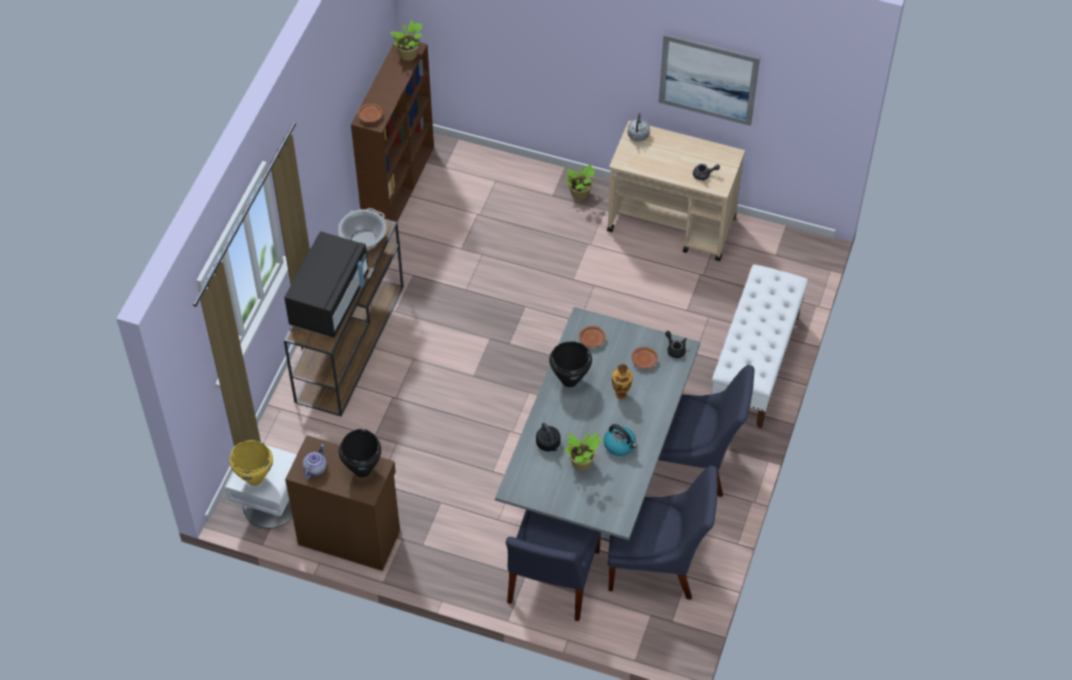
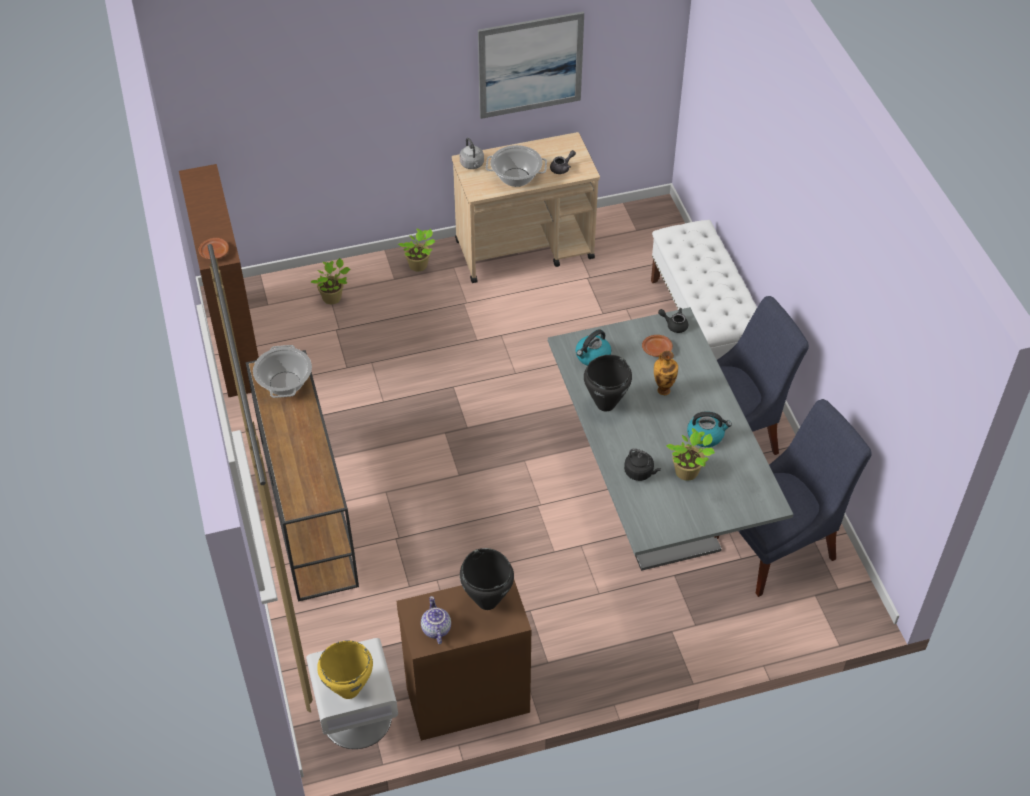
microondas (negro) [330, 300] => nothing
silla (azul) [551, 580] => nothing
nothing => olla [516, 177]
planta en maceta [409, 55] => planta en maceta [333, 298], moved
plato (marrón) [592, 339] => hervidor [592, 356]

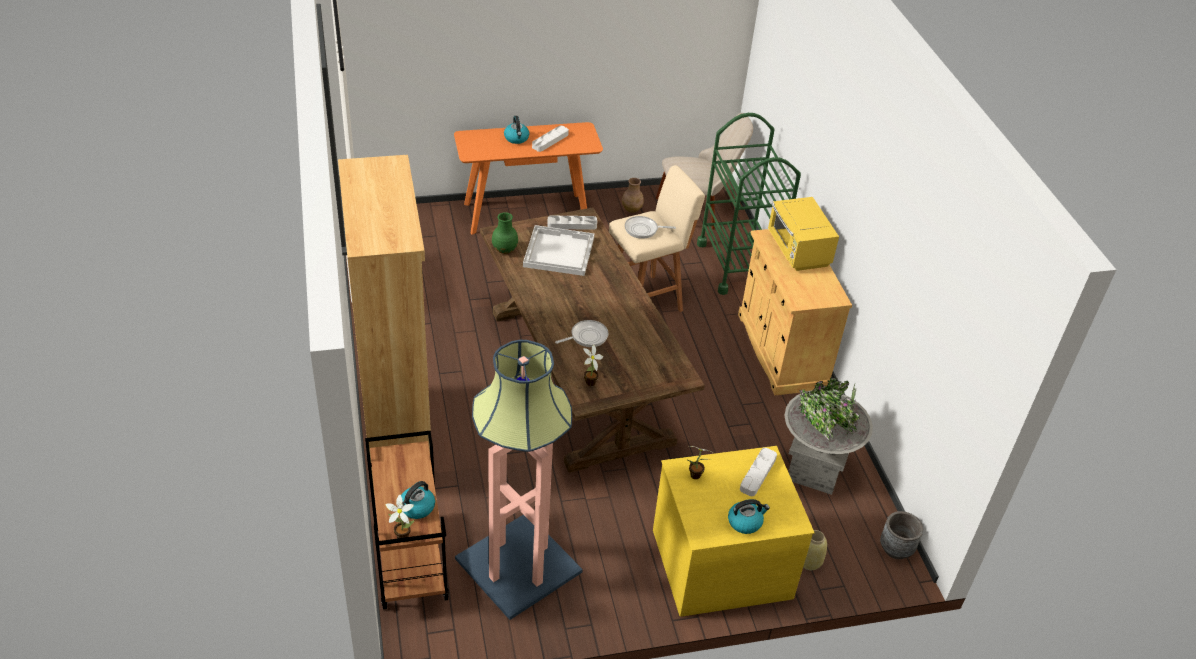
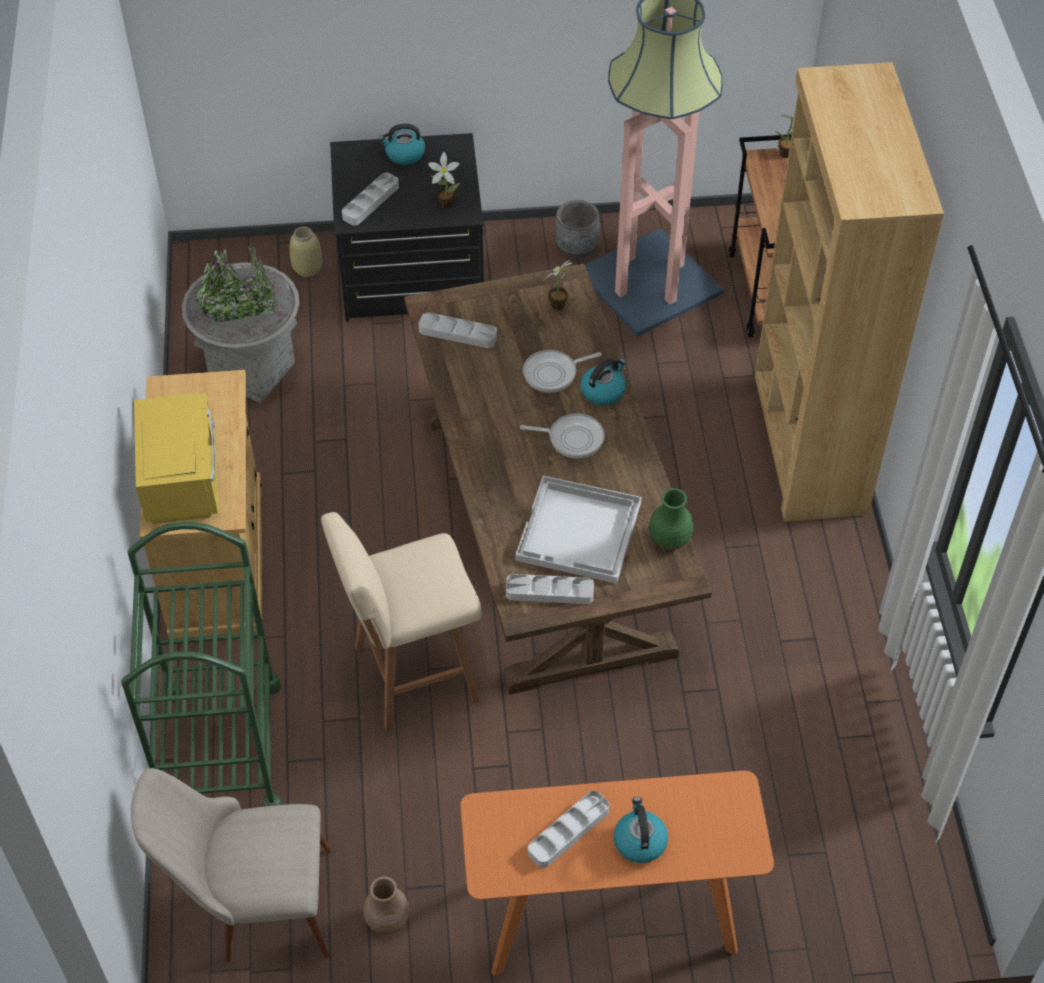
nothing => bandeja (gris) [458, 333]
hervidor [416, 508] => hervidor [603, 391], moved
sartén [643, 230] => sartén [572, 438], moved
maceta (gris) [896, 549] => maceta (gris) [576, 247], moved
cómoda (amarillo) [721, 561] => cómoda (negro) [411, 274]

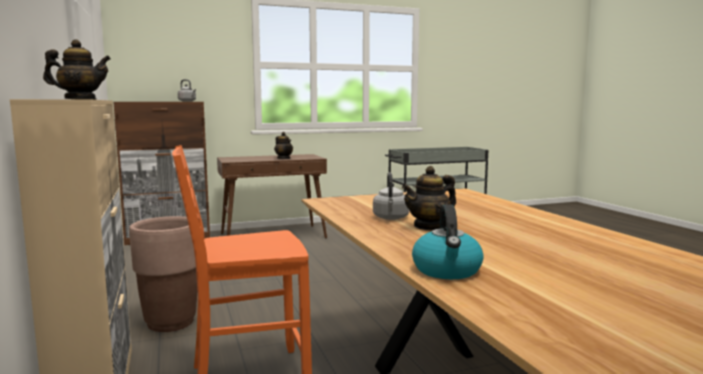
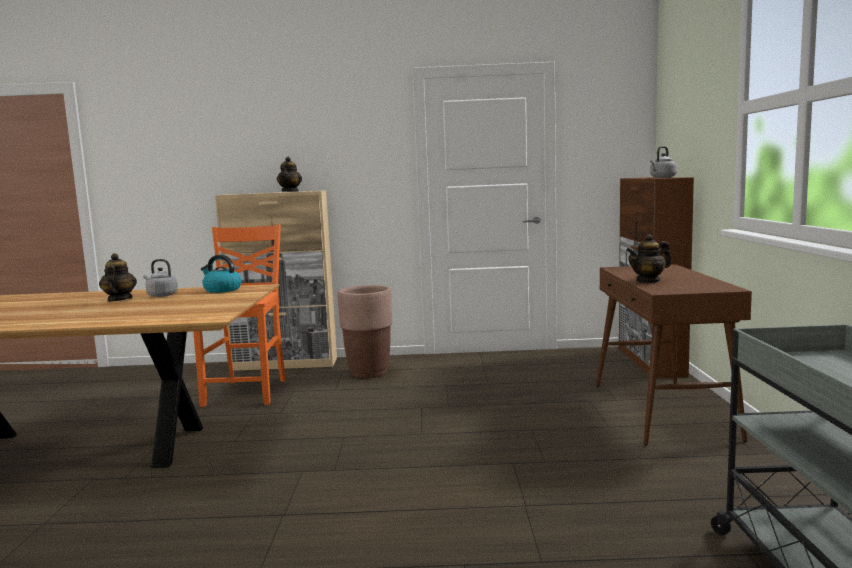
hervidor [447, 271] => hervidor [222, 290], moved

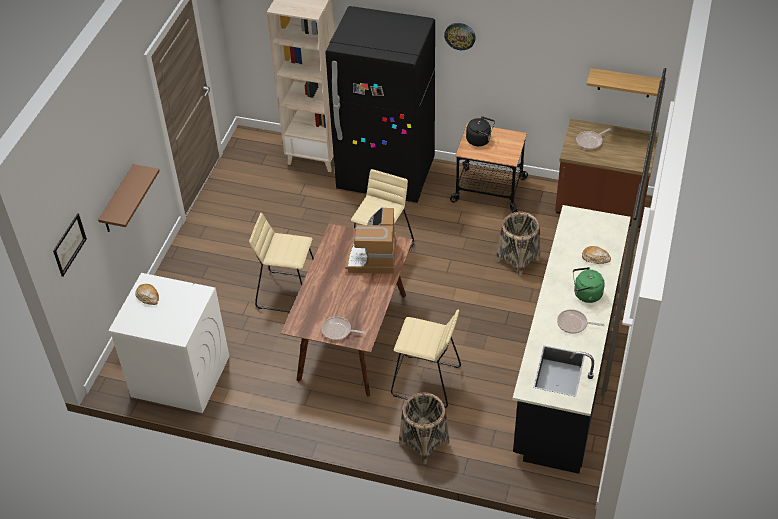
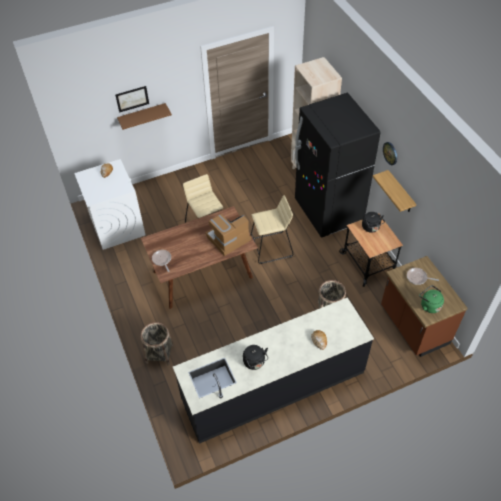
taburete (beis) [426, 382] => nothing
cuadro [69, 244] => cuadro [132, 99], moved
hervidor (verde) [586, 294] => hervidor (verde) [429, 305], moved
estante [624, 83] => estante [400, 193], moved
sartén [574, 324] => hervidor (negro) [255, 362]

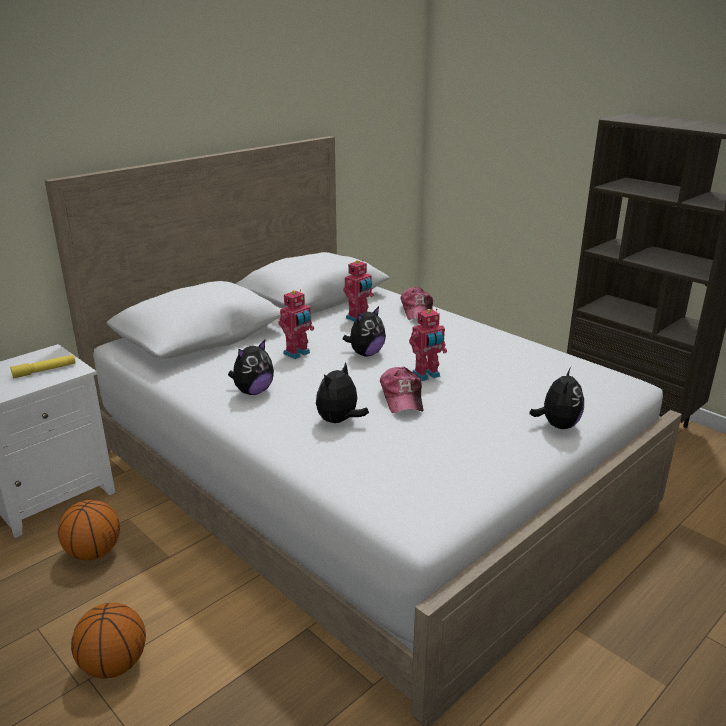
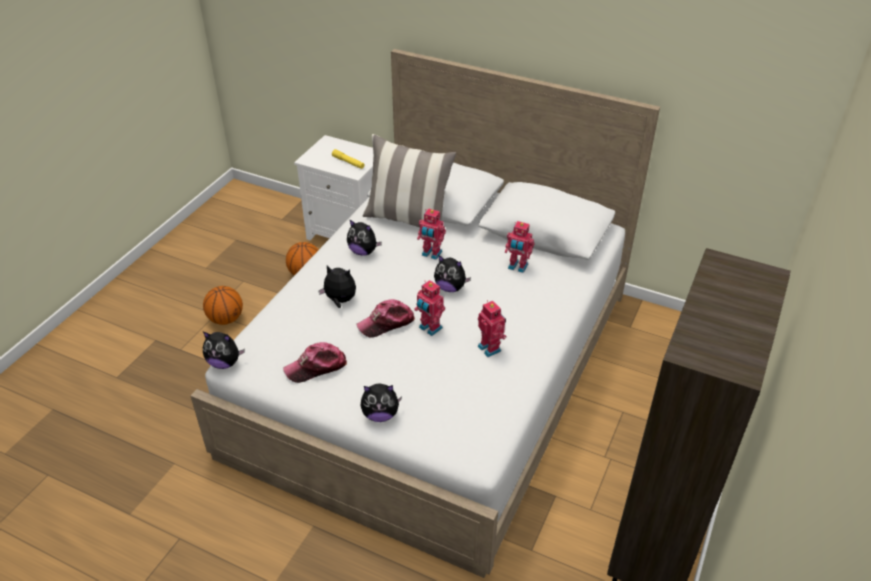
nothing => peluche [224, 363]
nothing => cojín [408, 219]
nothing => robot de juguete [490, 348]
gorra [418, 311] => gorra [316, 367], moved

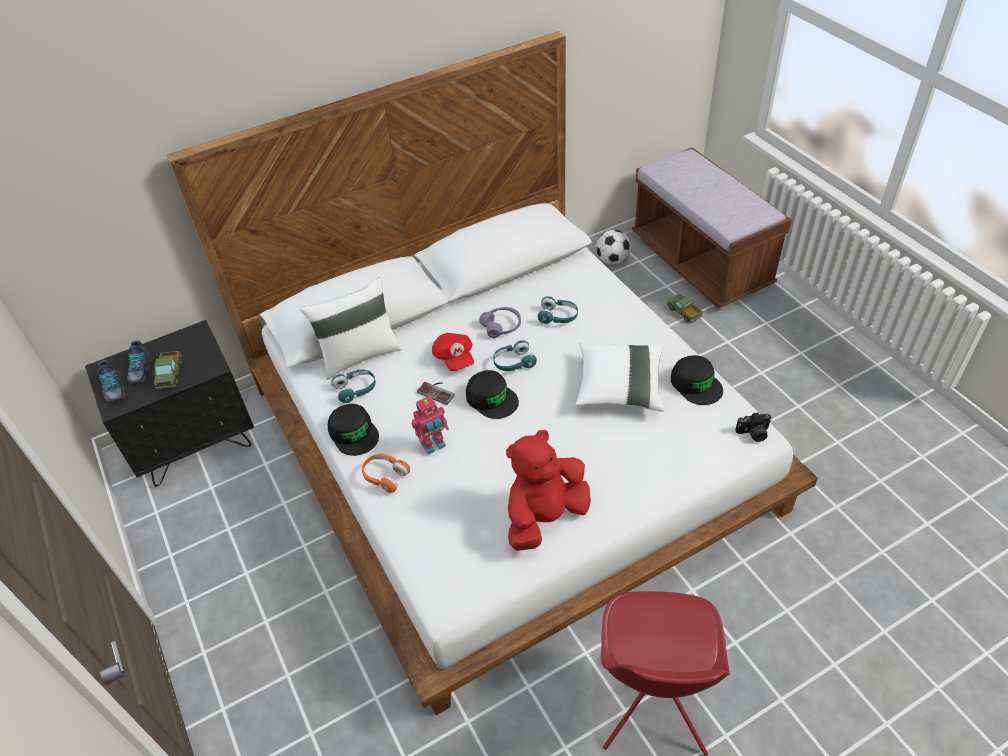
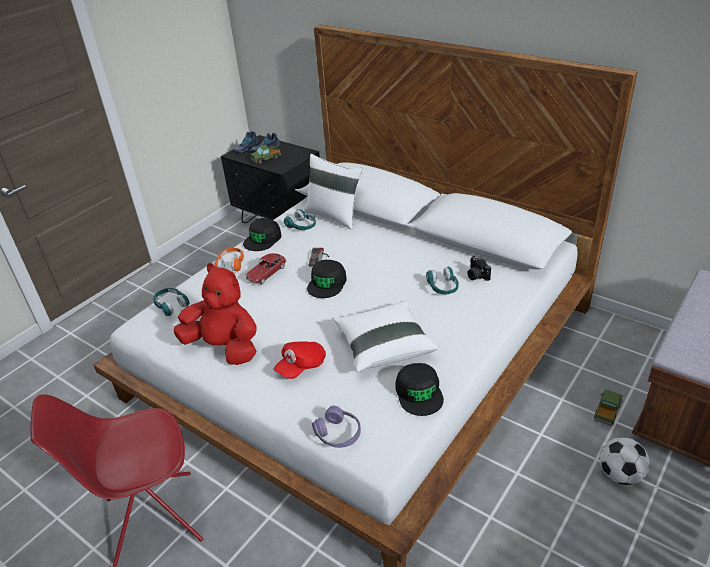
gorra (rojo) [454, 358] => gorra (rojo) [301, 366], moved
auriculares (morado) [501, 326] => auriculares (morado) [338, 434], moved
auriculares (turquesa) [513, 363] => auriculares (turquesa) [171, 305], moved
balón de fútbol [612, 260] => balón de fútbol [620, 475], moved
cámara [753, 433] => cámara [476, 276], moved
robot de juguete [434, 445] => coche de juguete [266, 273]
gorra (negro) [696, 384] => gorra (negro) [419, 393], 45 degrees counterclockwise

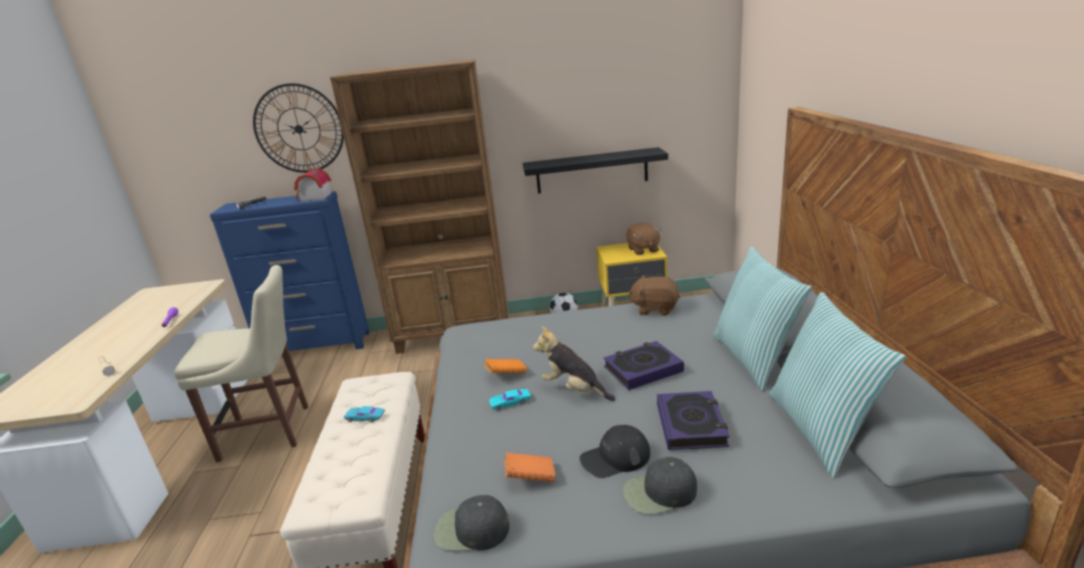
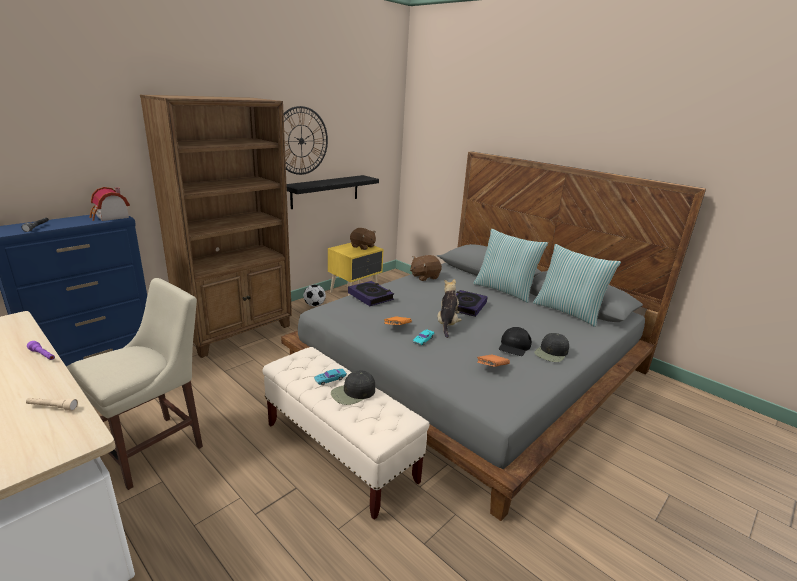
reloj de pared [299, 129] => reloj de pared [301, 141], moved
gorra (negro) [471, 530] => gorra (negro) [353, 393], moved
libro [691, 425] => libro [370, 296], moved
peluche [574, 389] => peluche [447, 324], 105 degrees clockwise

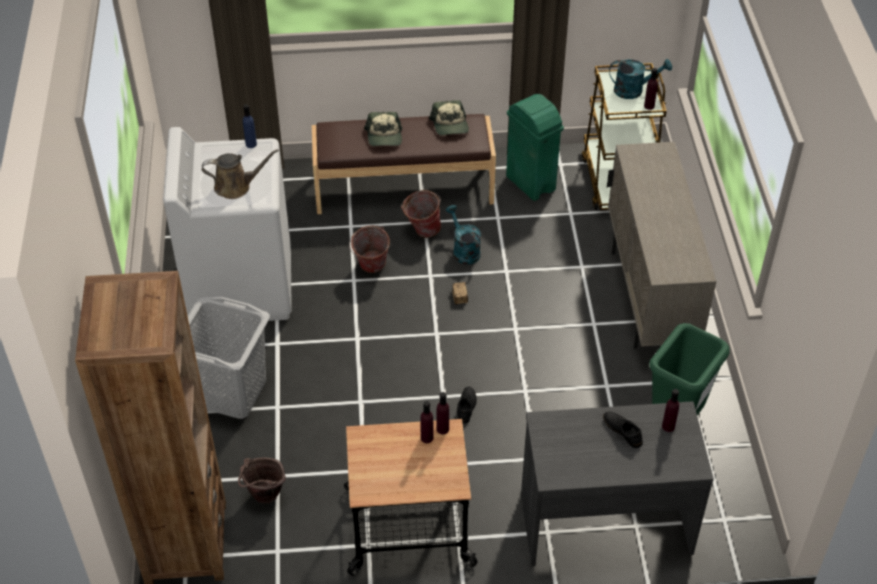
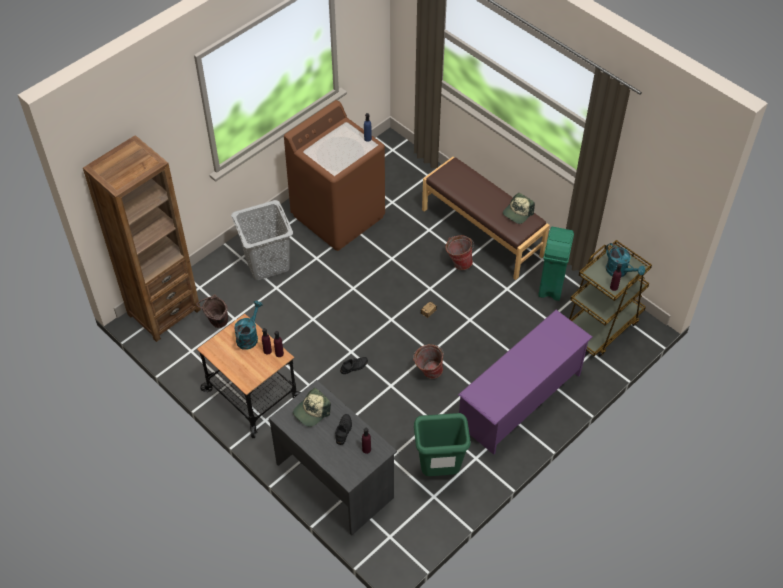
regadera (marrón) [236, 186] => nothing
cubo [370, 268] => cubo [428, 373], moved
gorra [384, 136] => gorra [312, 411], moved
regadera (turquesa) [463, 250] => regadera (turquesa) [249, 336], moved
armario (beis) [649, 298] => zapatero (morado) [520, 400]
lavadora (blanco) [240, 286] => lavadora (marrón) [338, 215]

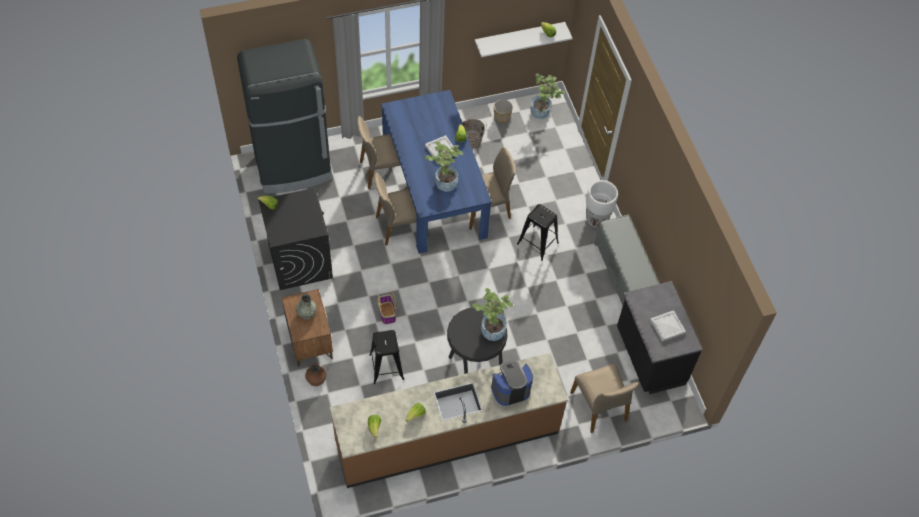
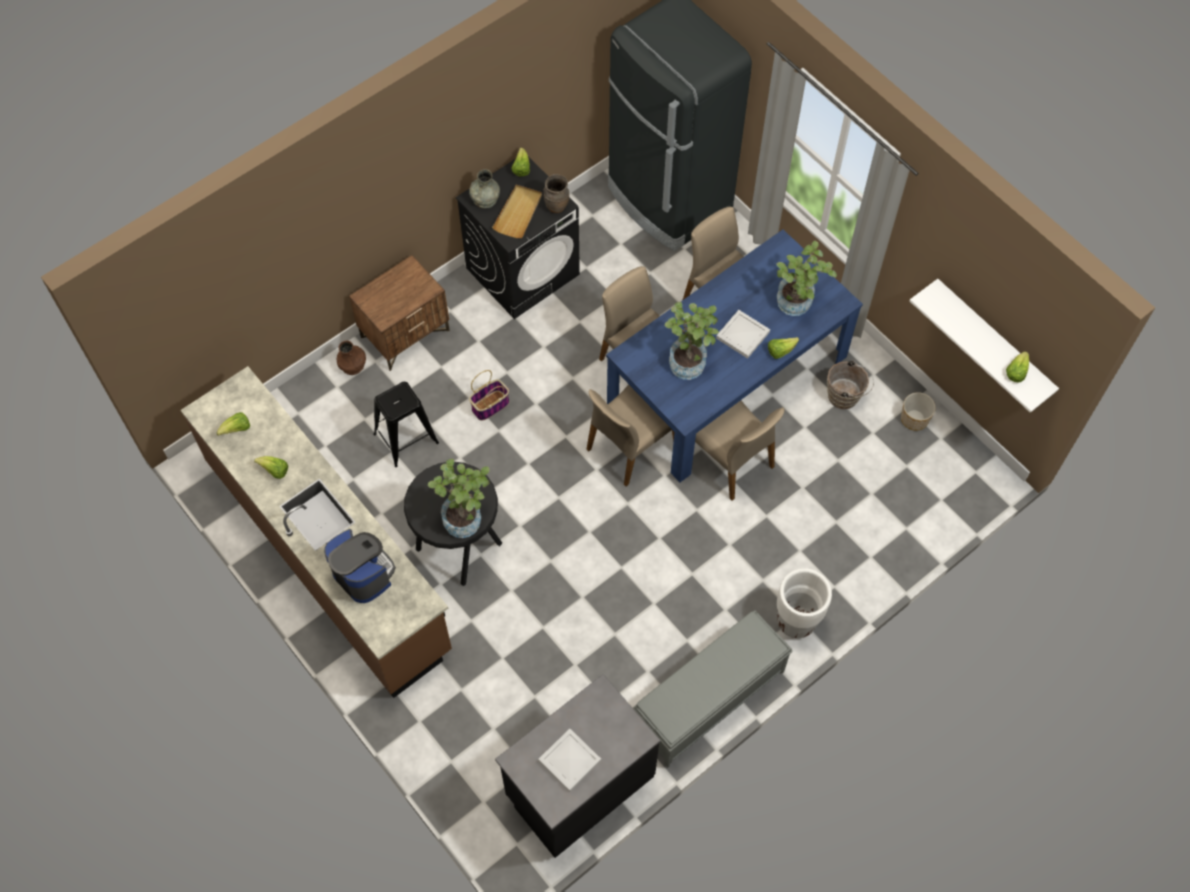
taburete (negro) [537, 243] => nothing
nothing => bandeja (beis) [518, 213]
nothing => florero (marrón) [556, 206]
florero (gris) [306, 312] => florero (gris) [485, 198], moved
planta en maceta [543, 111] => planta en maceta [796, 306], moved
silla (beis) [599, 406] => silla (beis) [630, 447], moved

